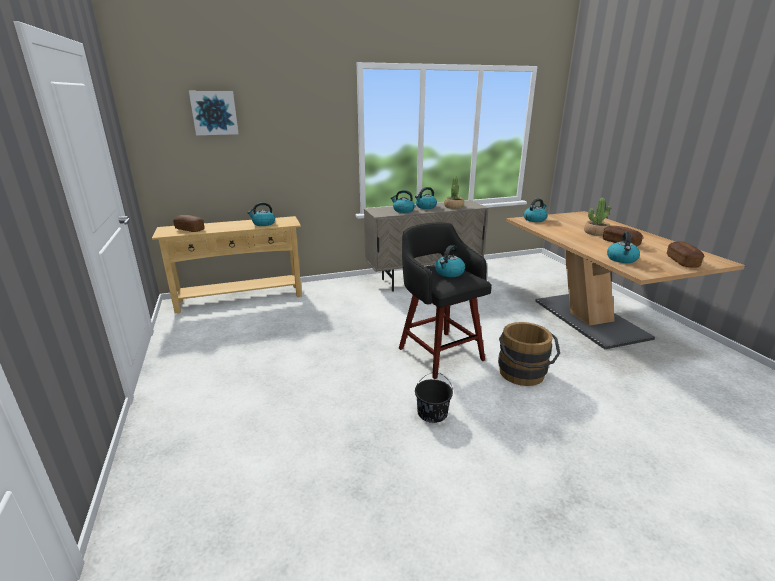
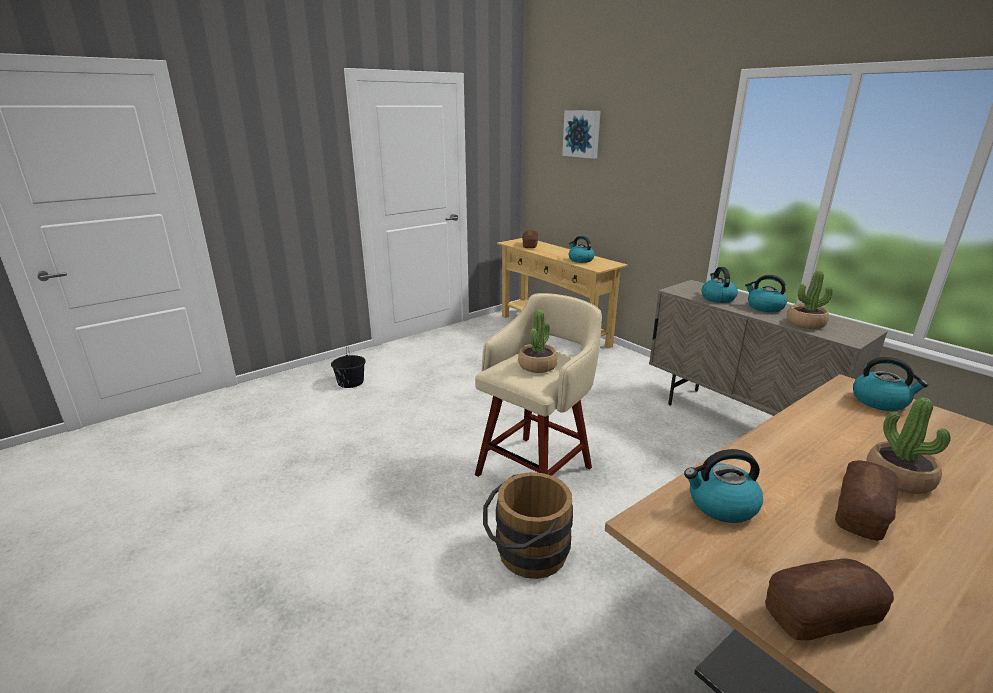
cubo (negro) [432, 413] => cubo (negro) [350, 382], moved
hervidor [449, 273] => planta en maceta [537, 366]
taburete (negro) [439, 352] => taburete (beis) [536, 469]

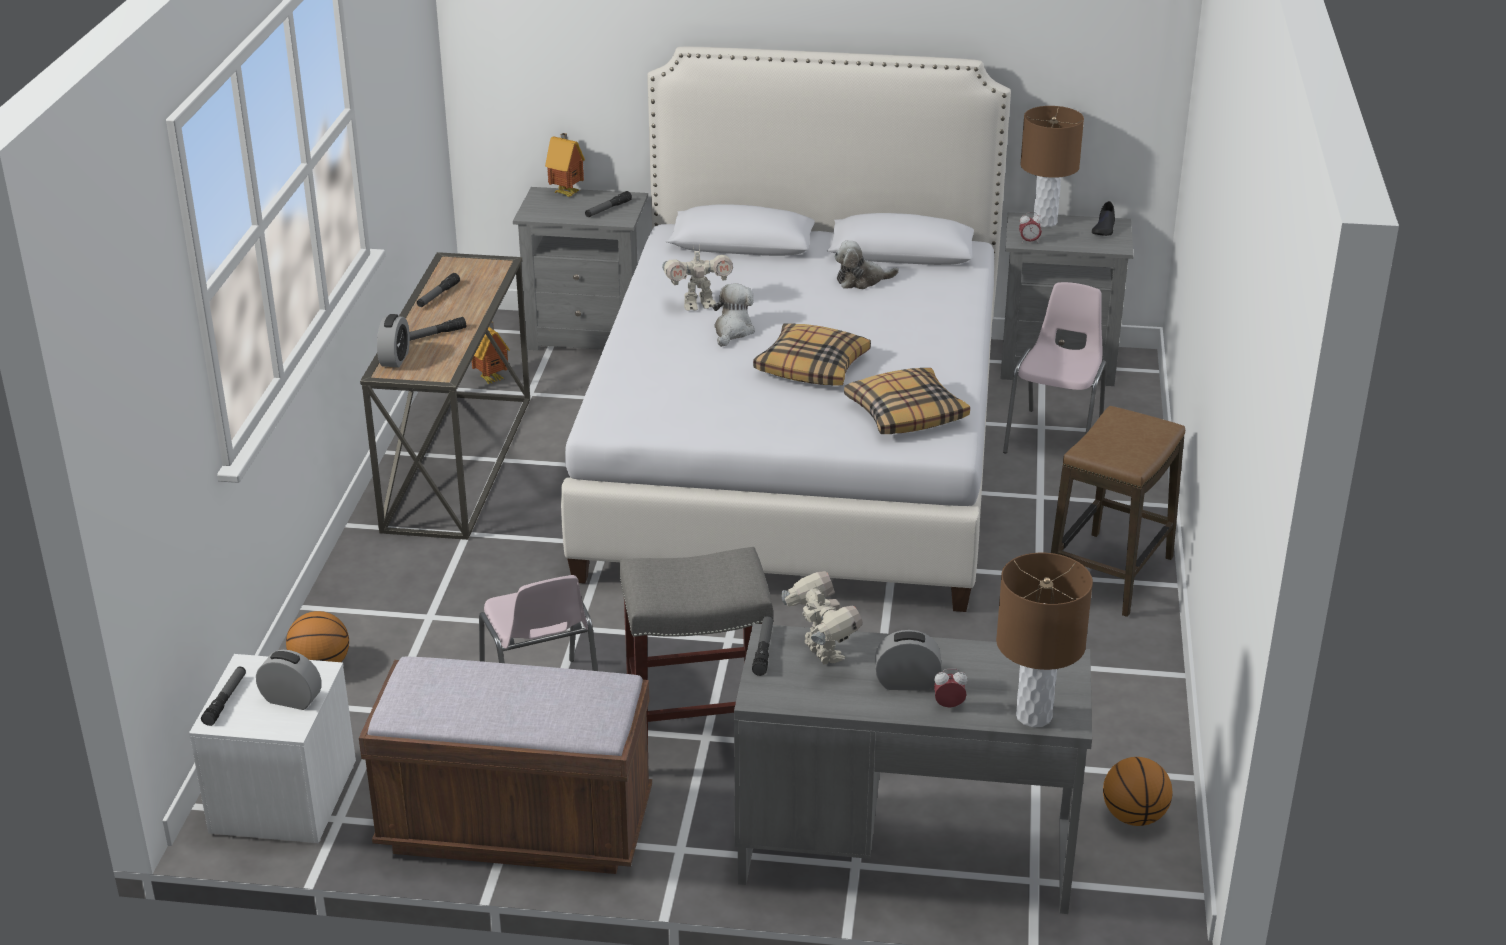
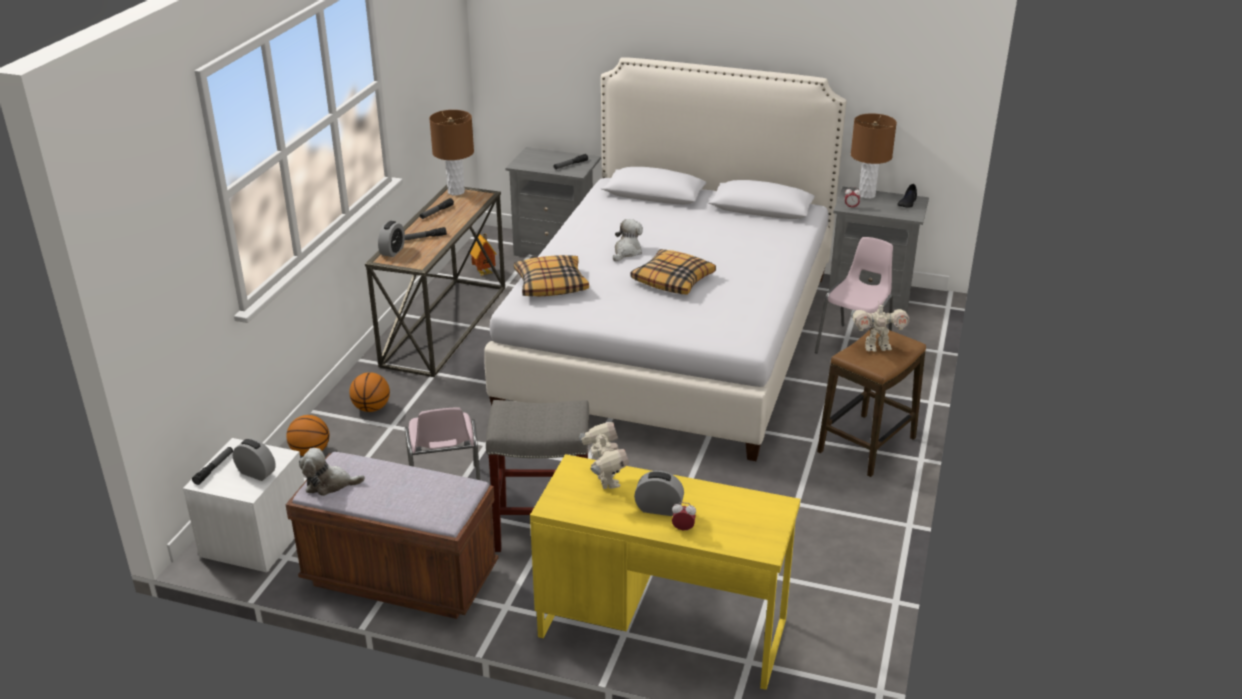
casita [567, 193] => nothing
linterna [763, 650] => nothing
robot de juguete [698, 305] => robot de juguete [876, 347], moved
peluche [861, 280] => peluche [329, 484], moved
cojín [905, 413] => cojín [551, 284], moved
lámpara de mesa (marrón) [1034, 716] => lámpara de mesa (marrón) [456, 192], moved
balón de baloncesto [1133, 817] => balón de baloncesto [371, 408], moved
escritorio (gris) [905, 850] => escritorio (amarillo) [662, 627]

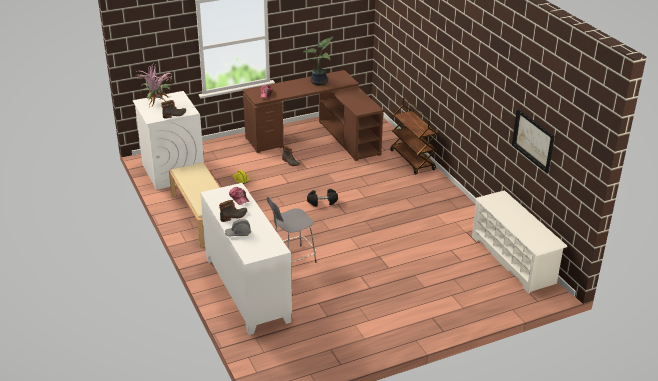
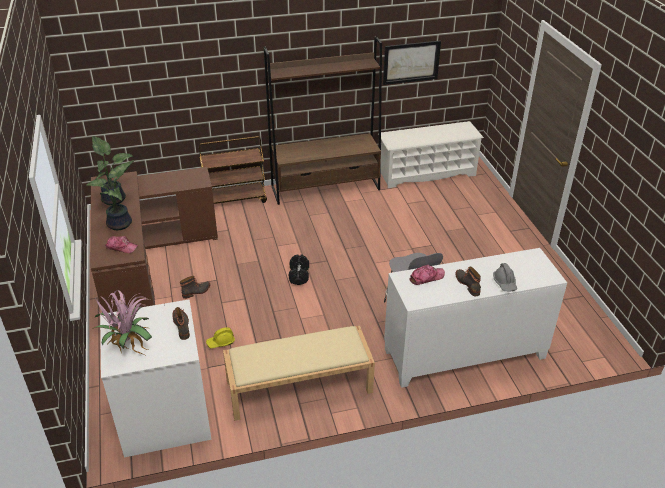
nothing => planta en maceta [121, 224]
nothing => estantería (marrón) [326, 188]

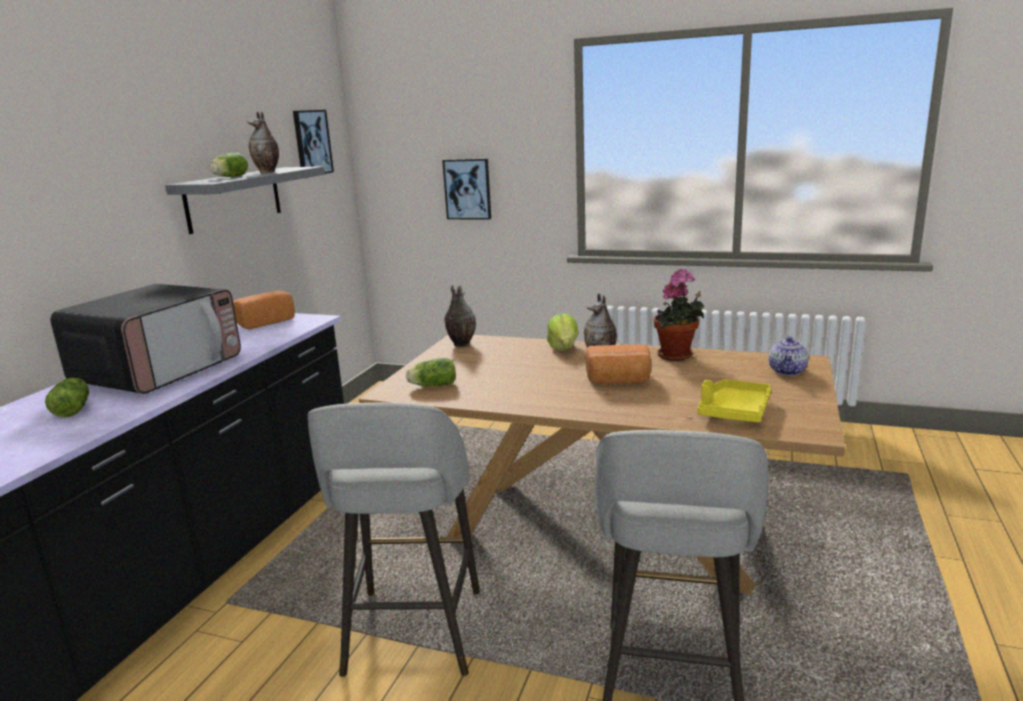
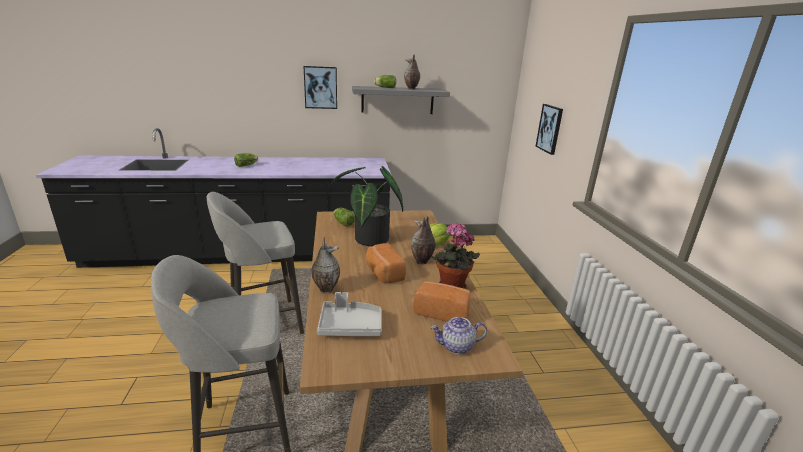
microondas [160, 371] => nothing
nothing => planta en maceta [368, 240]
pan [264, 322] => pan [442, 312], moved
cuadro [312, 142] => cuadro [320, 87], moved
florero [460, 344] => florero [326, 289], moved
bandeja (amarillo) [734, 411] => bandeja (gris) [350, 326]

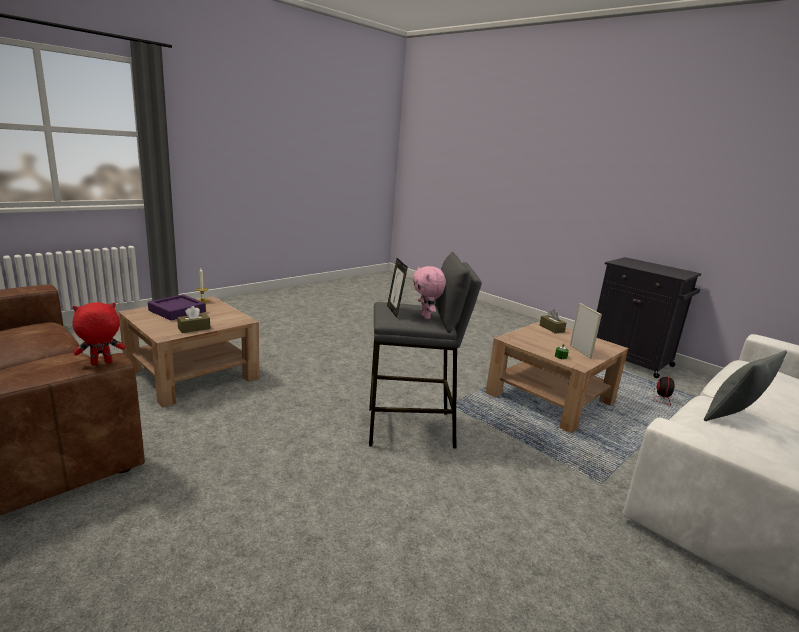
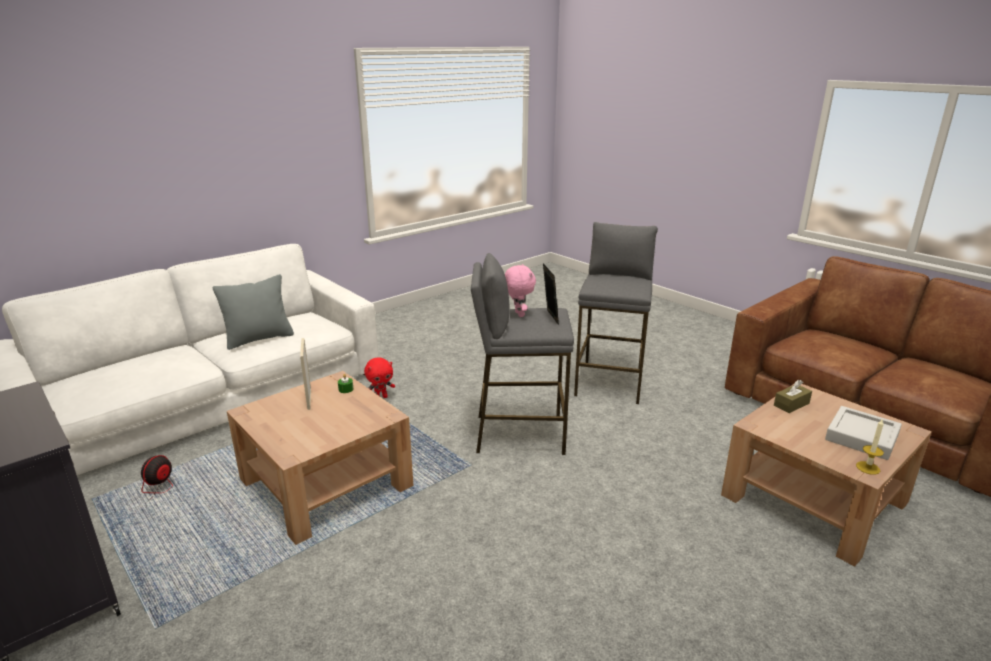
caja de pañuelos (marrón) [551, 328] => nothing
nothing => taburete (gris) [610, 381]
peluche (rojo) [101, 363] => peluche (rojo) [381, 397], moved
bandeja (morado) [177, 311] => bandeja (gris) [861, 437]

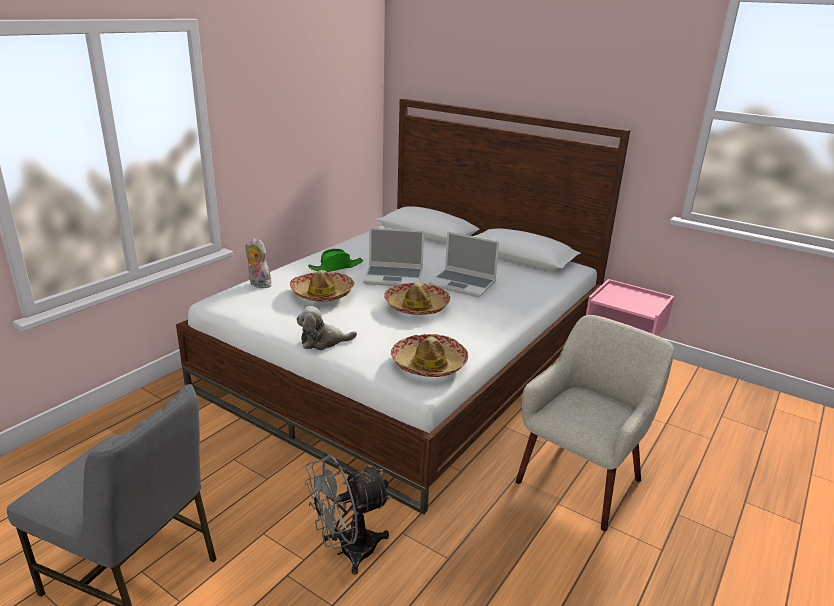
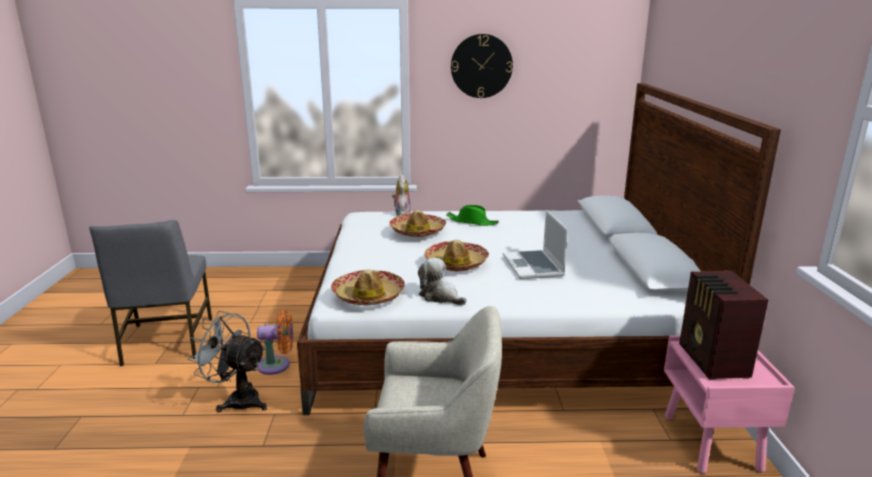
portátil [394, 277] => nothing
nothing => ventilador (naranja) [277, 365]
nothing => reloj de pared [481, 66]
nothing => radio [712, 361]
peluche [323, 341] => peluche [440, 296], moved

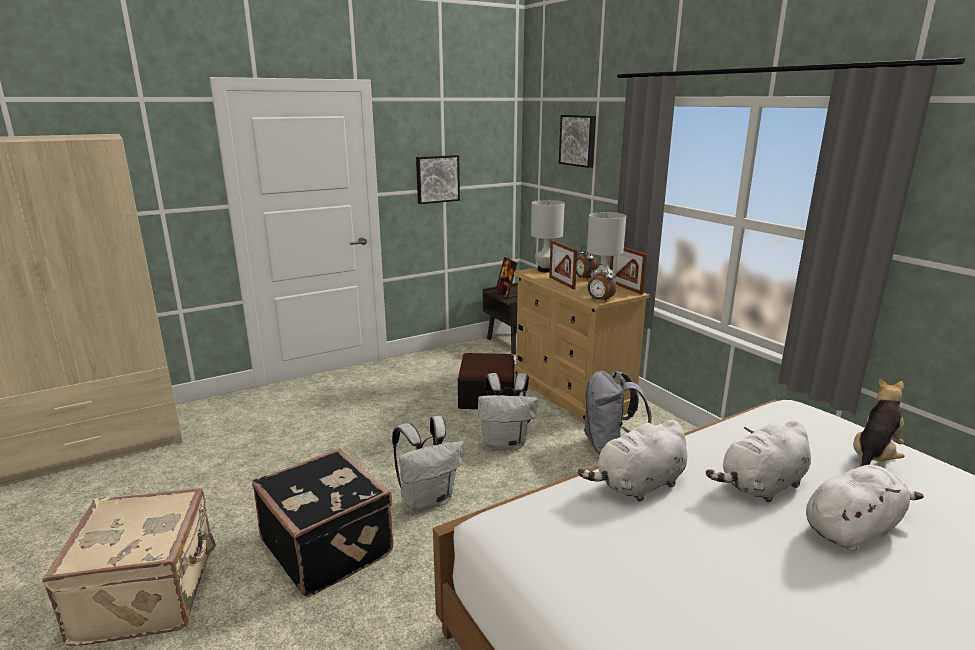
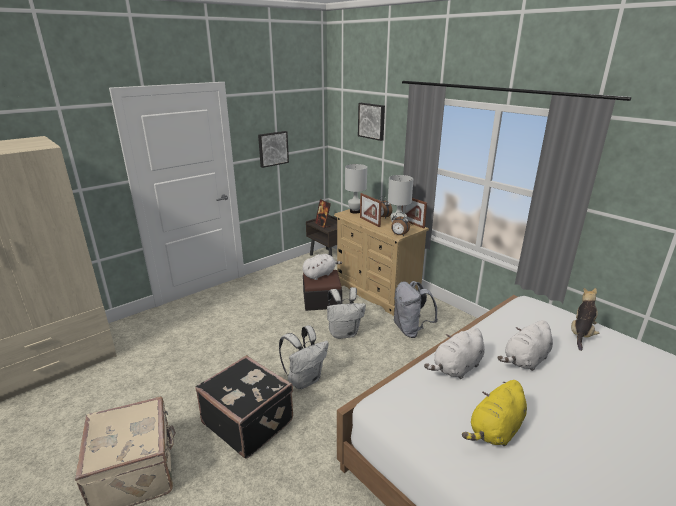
nothing => peluche (amarillo) [495, 430]
peluche (blanco) [853, 529] => peluche (blanco) [320, 274], moved

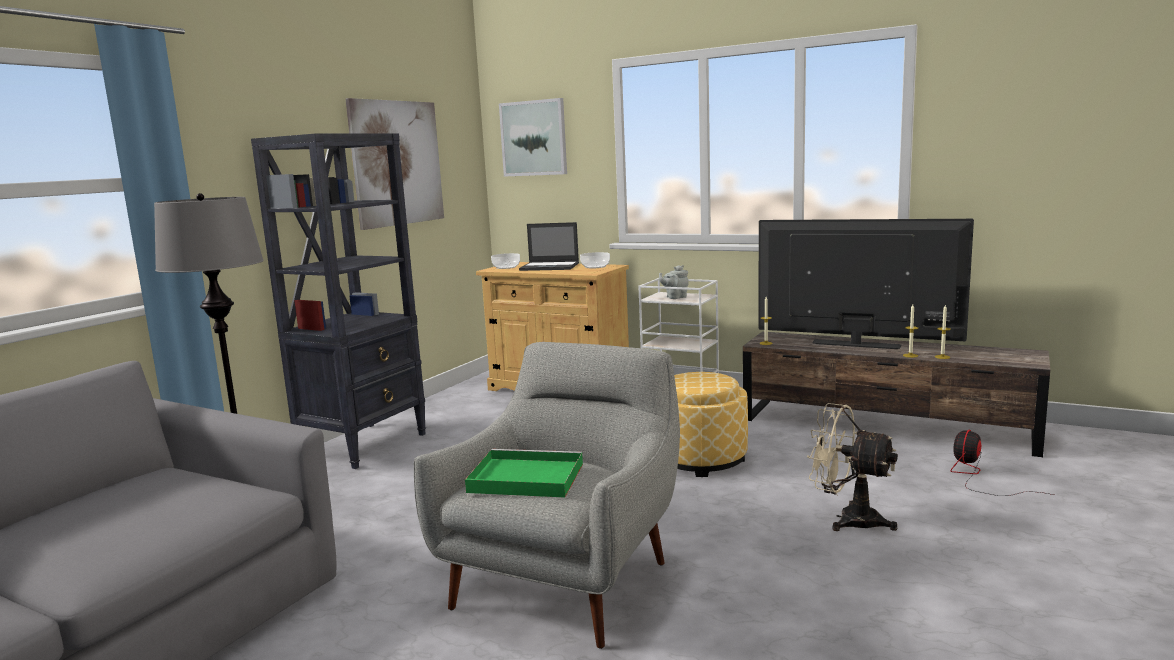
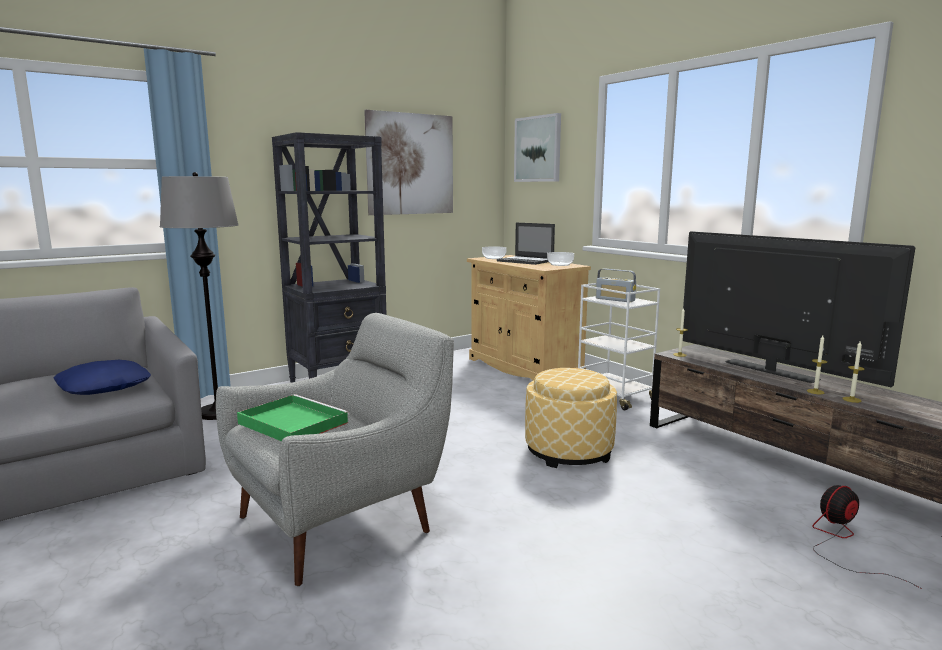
ventilador (beis) [848, 519] => nothing
nothing => cojín (azul) [104, 386]
tetera (gris) [675, 297] => radio [615, 299]

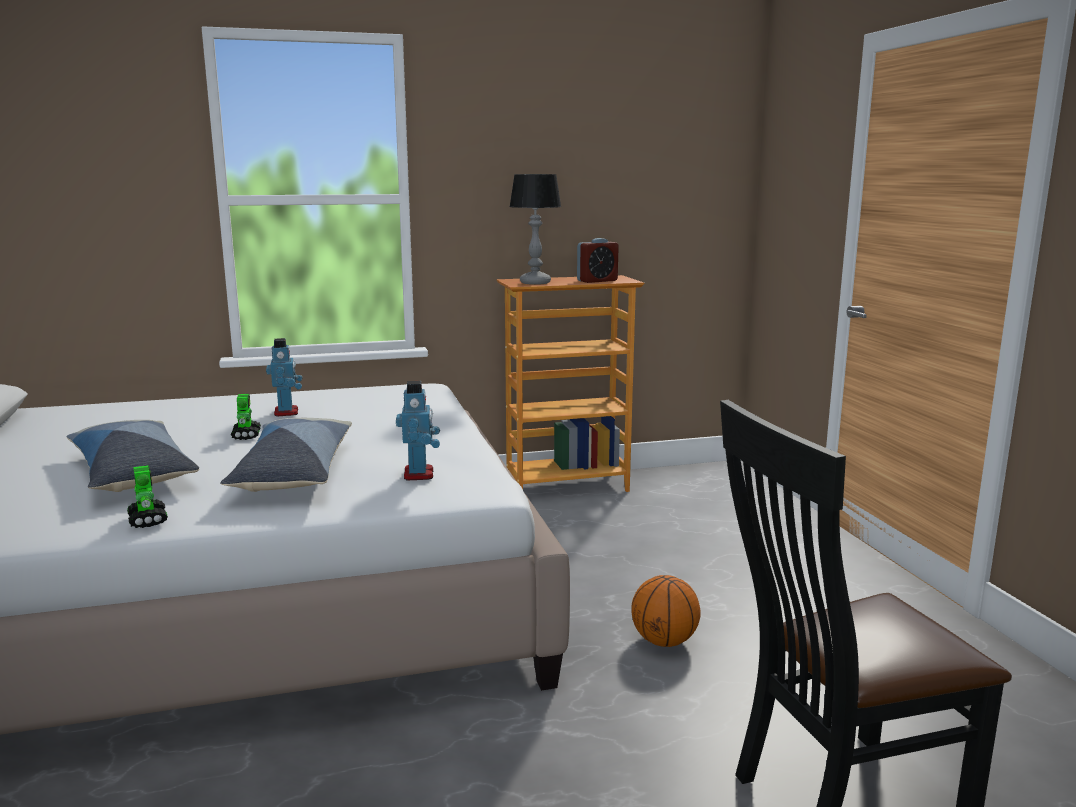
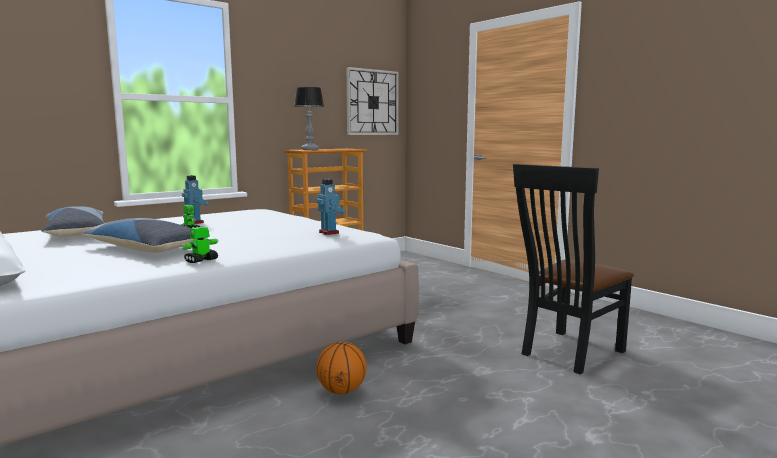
despertador [597, 281] => nothing
nothing => reloj de pared [372, 102]
cojín [294, 471] => cojín [76, 233], moved
balón de baloncesto [664, 641] => balón de baloncesto [342, 391], moved
robot de juguete [148, 519] => robot de juguete [201, 260], 90 degrees counterclockwise

